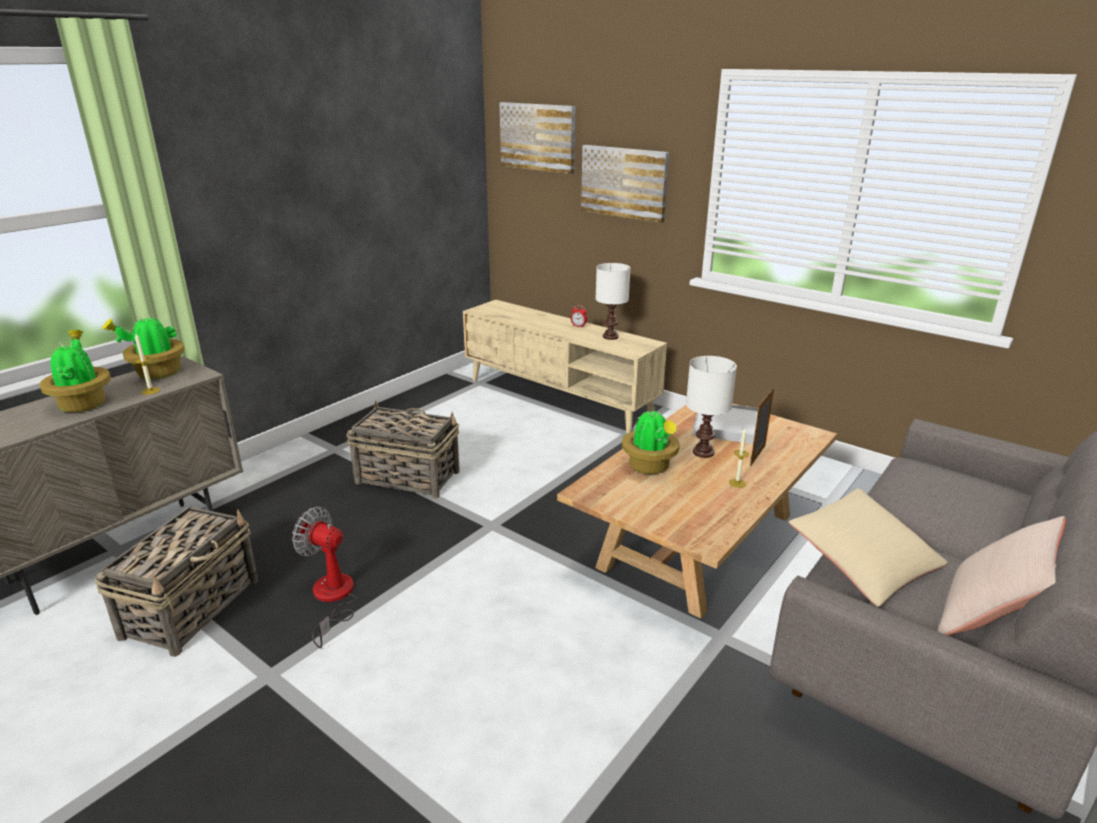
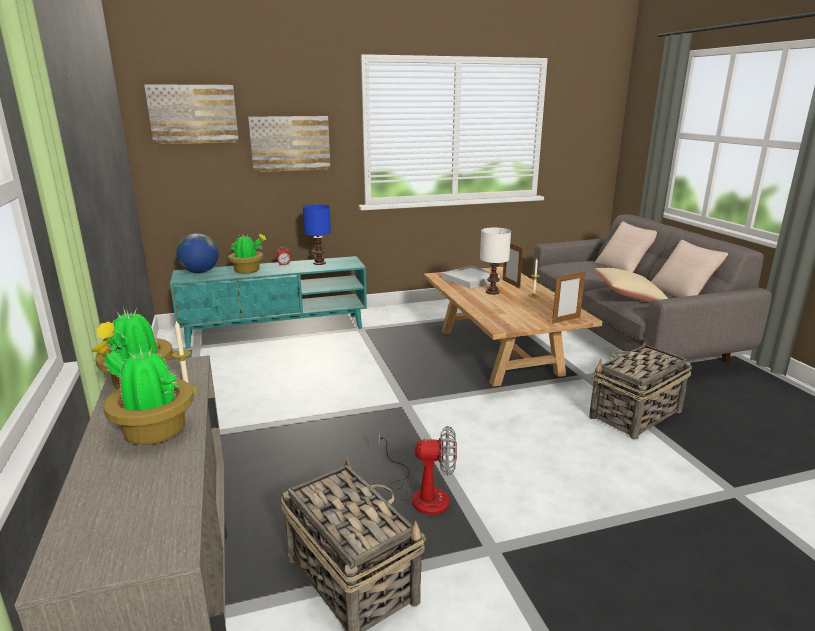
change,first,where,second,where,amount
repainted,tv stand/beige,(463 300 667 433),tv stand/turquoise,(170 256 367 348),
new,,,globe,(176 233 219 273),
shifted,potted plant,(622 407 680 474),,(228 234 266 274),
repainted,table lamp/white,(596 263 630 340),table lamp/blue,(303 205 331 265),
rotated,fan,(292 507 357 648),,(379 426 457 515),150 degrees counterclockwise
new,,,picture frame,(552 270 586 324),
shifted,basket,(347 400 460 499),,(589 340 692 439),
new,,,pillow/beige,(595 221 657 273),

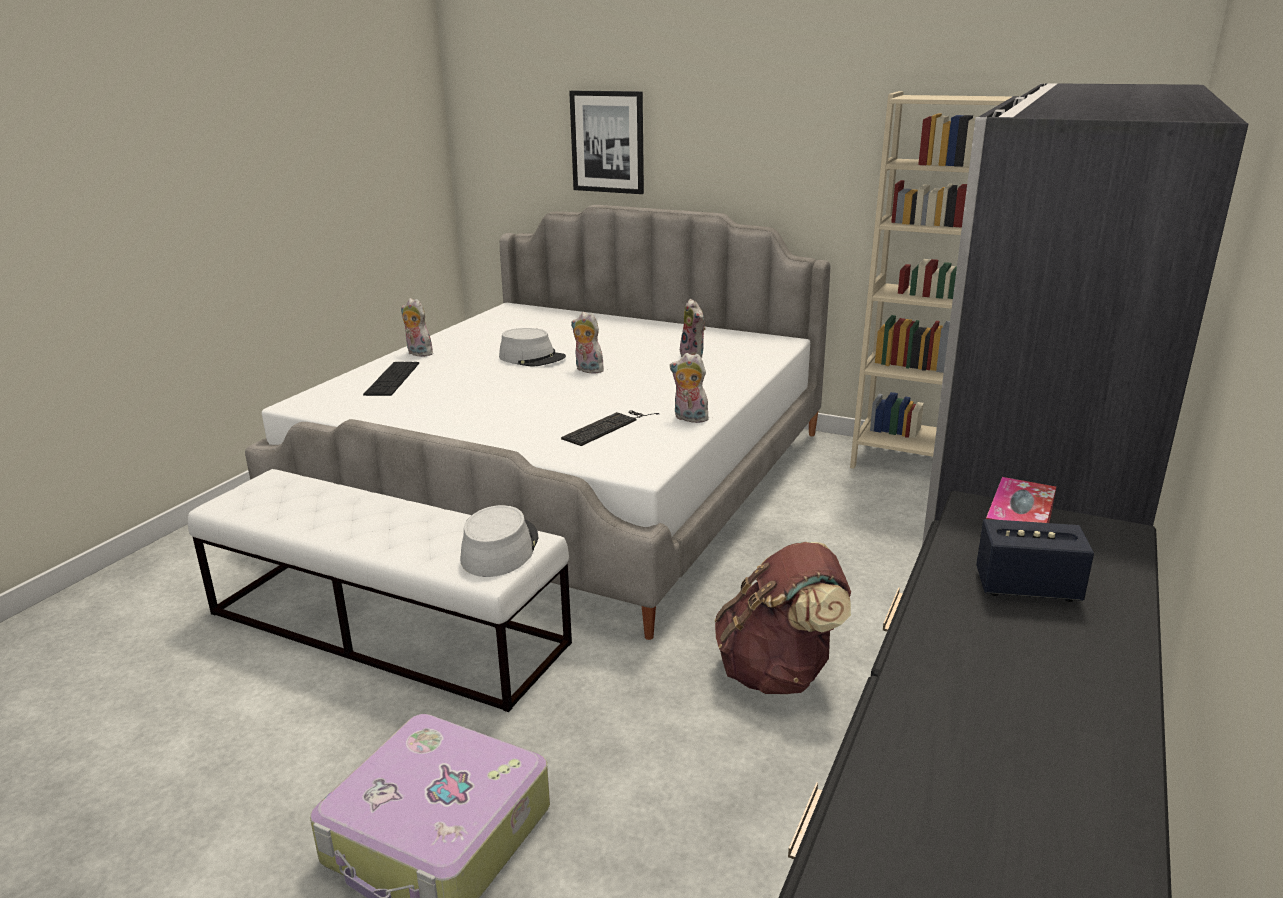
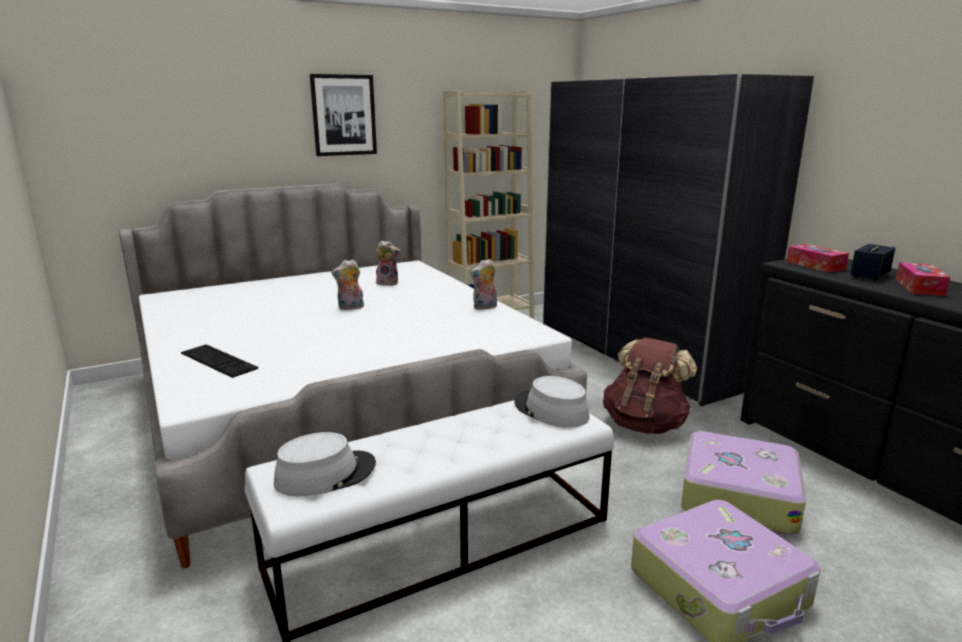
change,first,where,second,where,amount
shifted,hat/grey,(499 328 566 367),,(274 432 376 496),
shifted,picture,(569 90 644 194),,(310 74 377 156),
new,,,suitcase,(681 431 806 535),
new,,,tissue box,(896 262 951 296),
gone,plush toy,(401 298 433 357),,,
gone,keyboard,(561 411 660 446),,,

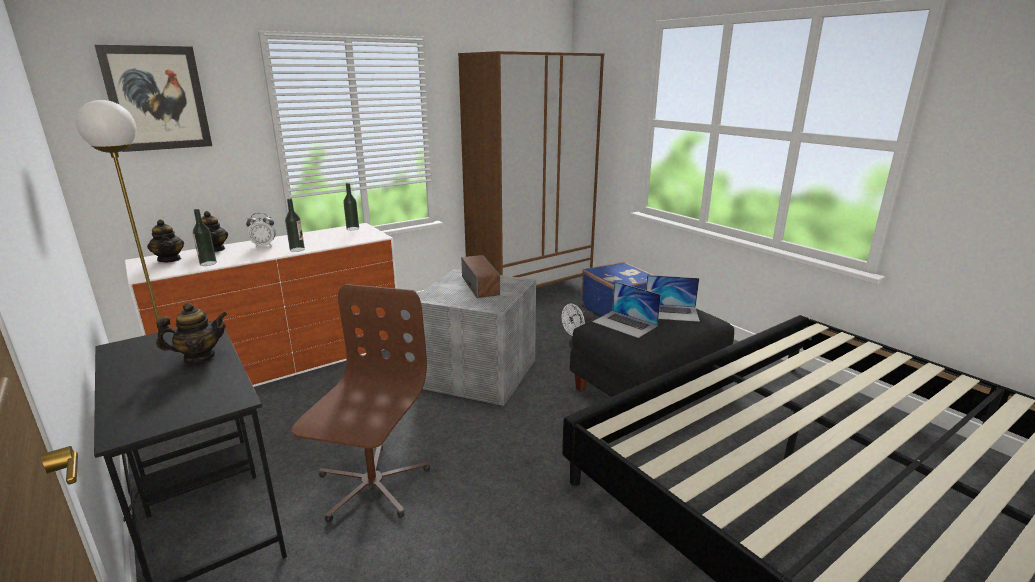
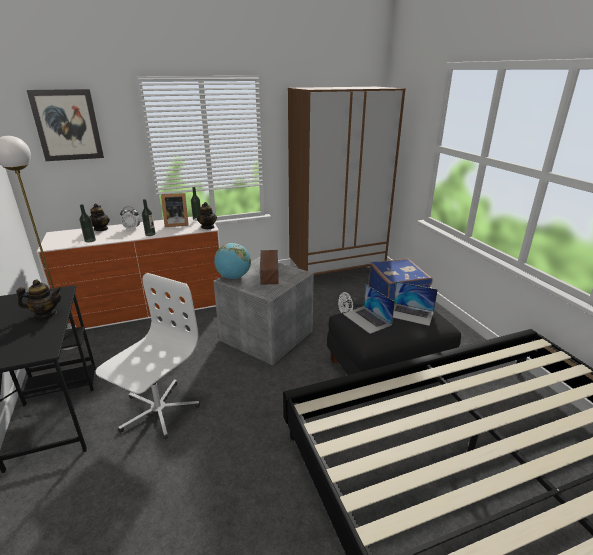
change,first,where,second,where,amount
repainted,office chair/brown,(292 284 430 523),office chair/white,(95 273 200 439),
new,,,picture frame,(161 193 189 227),
shifted,teapot,(147 219 184 262),,(197 202 217 229),
new,,,globe,(214 243 251 279),

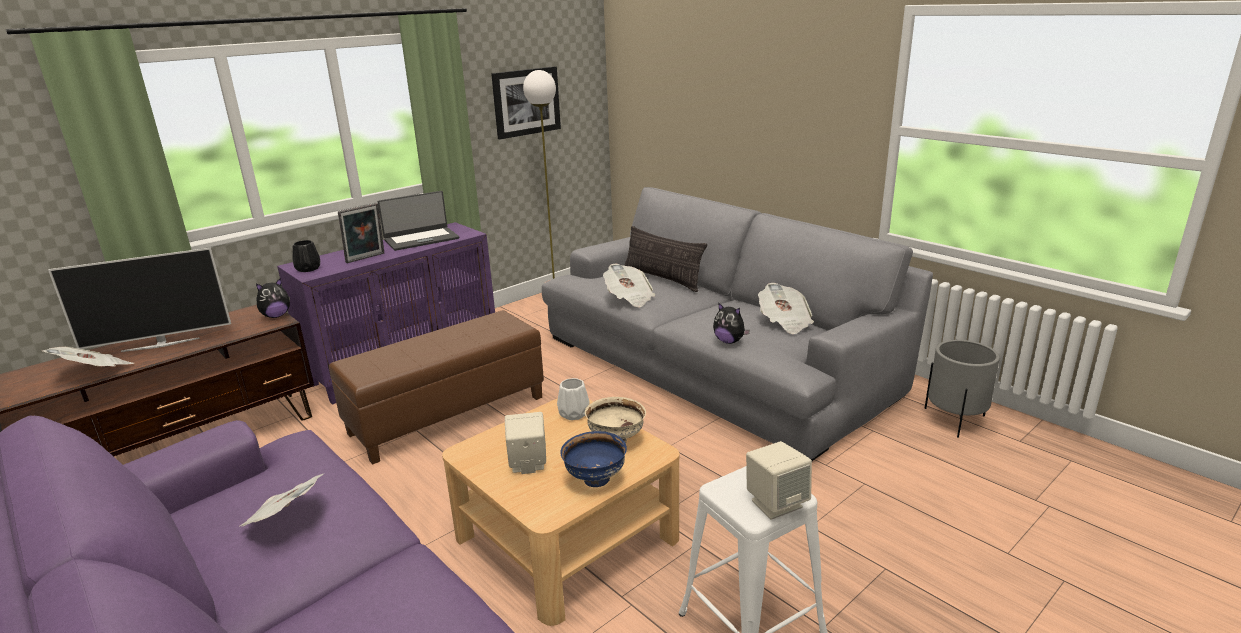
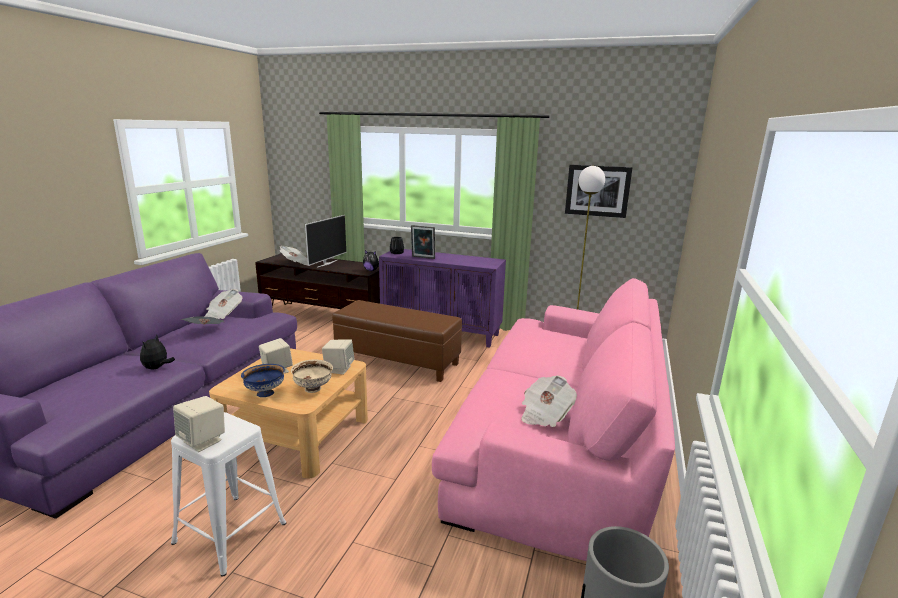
change,first,where,second,where,amount
shifted,plush toy,(713 302 750 344),,(140 334 175 370),
shifted,newspaper,(603 264 655 307),,(204 289 243 319),
rotated,television,(48 248 231 352),,(305 215 346 268),105 degrees counterclockwise
swapped,vase/white,(557 378 589 420),speaker/beige,(322 339 354 375),
repainted,sofa/grey,(542 187 933 461),sofa/pink,(432 278 675 561),
gone,laptop,(378 191 459 251),,,
gone,pillow,(624 226 707 292),,,

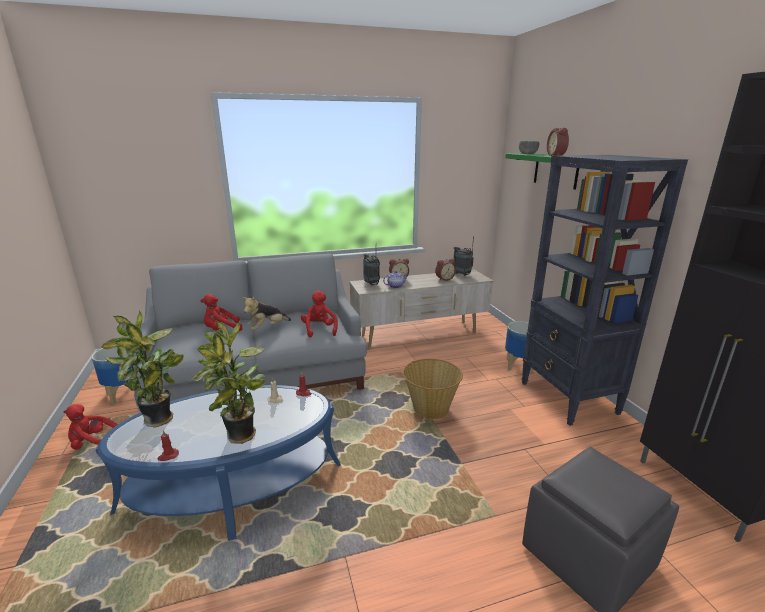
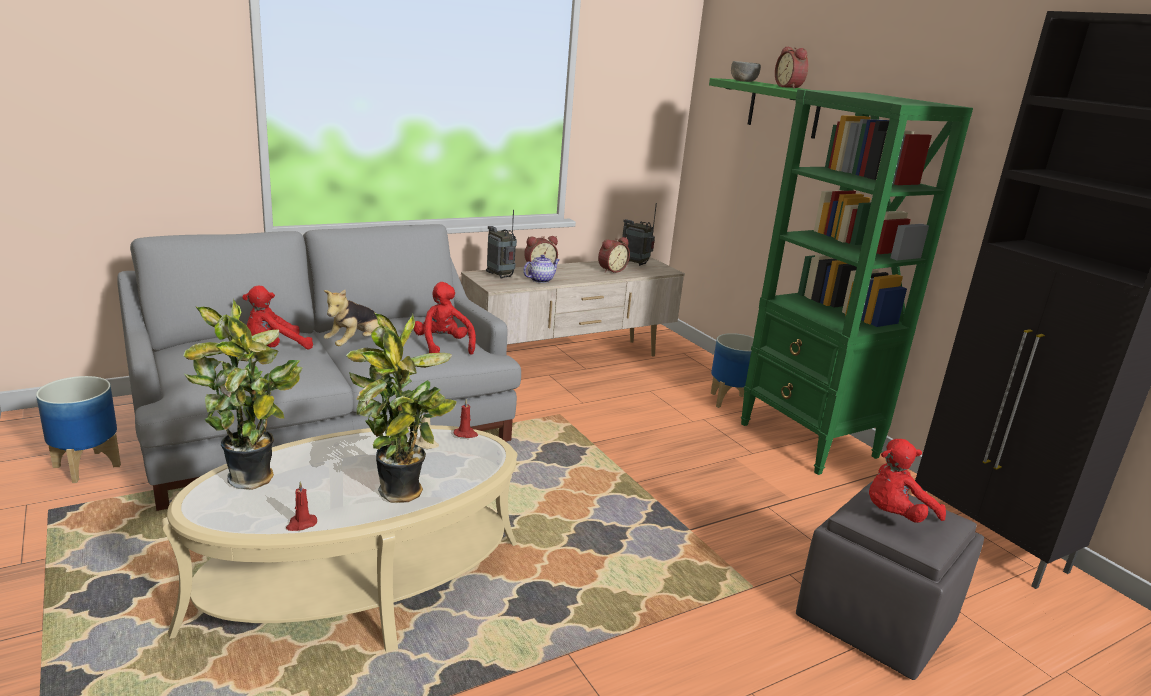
change,first,where,second,where,amount
repainted,coffee table/blue,(96 385 341 541),coffee table/beige,(162 425 518 653),
repainted,bookcase/black,(522 155 688 426),bookcase/green,(741 89 973 475),
shifted,plush toy/red,(64 404 118 450),,(869 439 946 523),
gone,basket,(403 358 463 419),,,

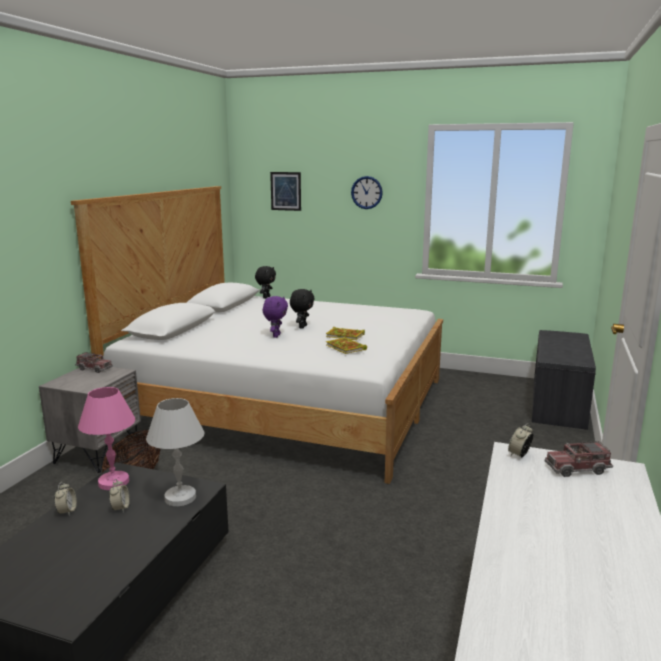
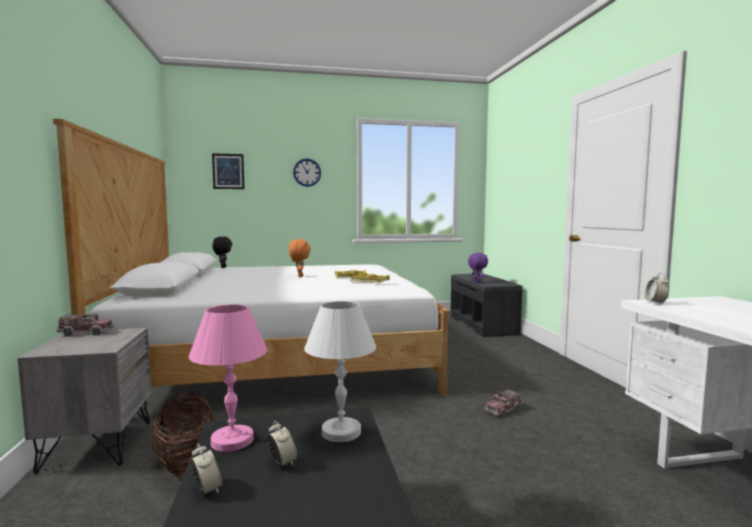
change,first,where,second,where,amount
repainted,plush toy/black,(290 289 315 329),plush toy/orange,(289 239 311 277),
shifted,plush toy/purple,(263 296 288 338),,(468 253 488 282),
shifted,toy truck,(545 441 613 477),,(484 389 523 417),

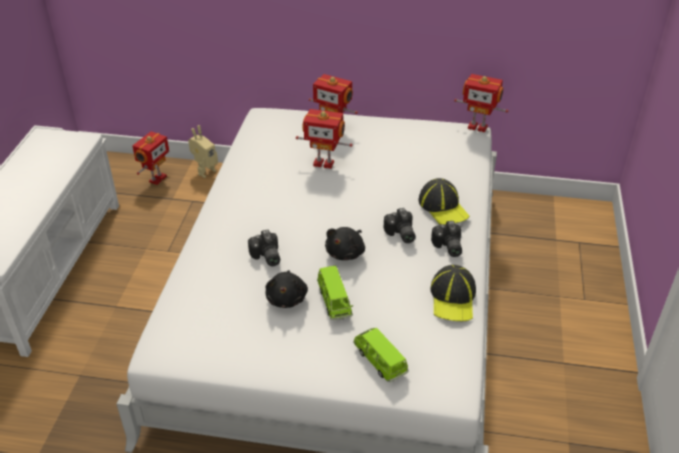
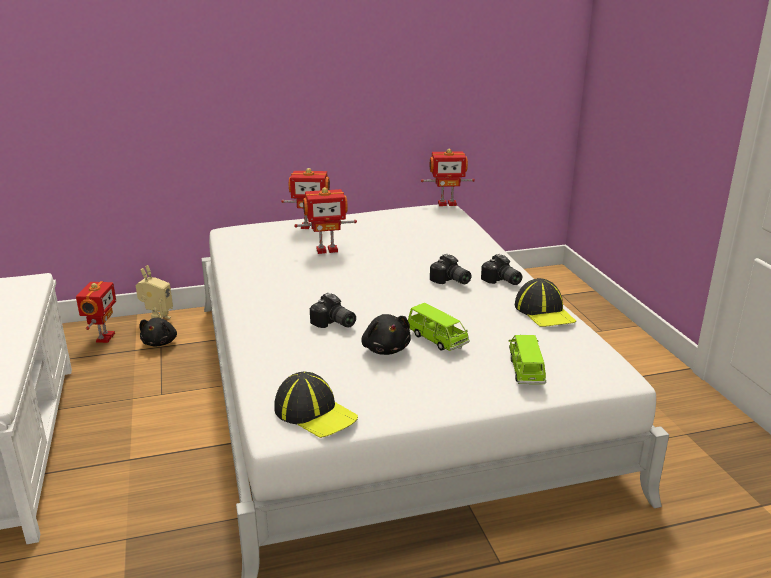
change,first,where,second,where,amount
shifted,plush toy/black,(325 227 365 260),,(139 318 177 346),
shifted,cap,(419 178 469 225),,(274 372 358 438),
rotated,toy car/green,(353 328 409 382),,(509 335 546 384),60 degrees clockwise

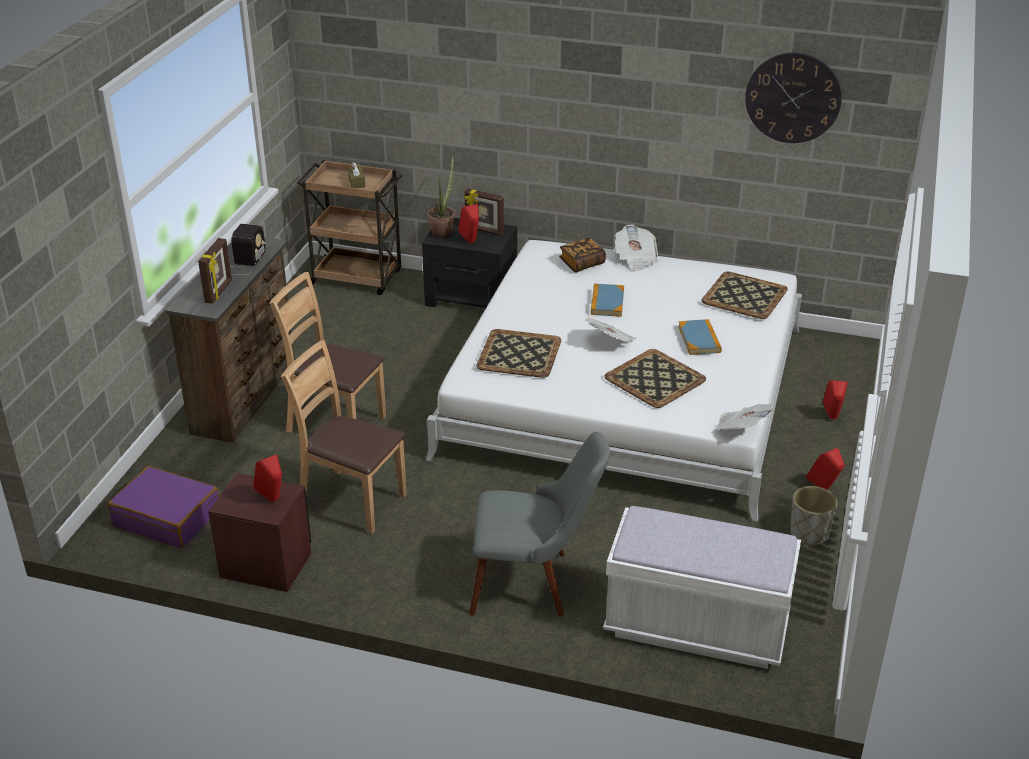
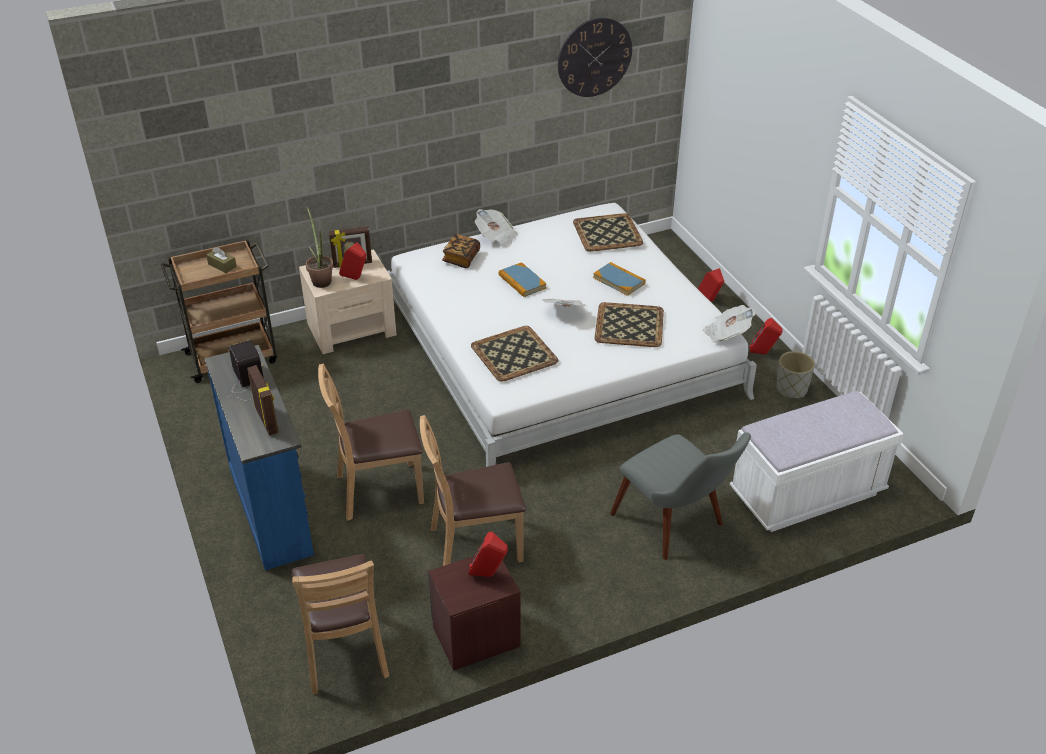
change,first,where,second,where,amount
repainted,dresser/brown,(166 237 295 443),dresser/blue,(204 345 314 570),
swapped,suitcase/purple,(108 466 219 548),chair/brown,(292 554 389 694),
repainted,nightstand/black,(422 218 517 308),nightstand/beige,(299 249 397 354),
rotated,chair/grey,(469 432 610 616),,(610 432 751 560),90 degrees clockwise

